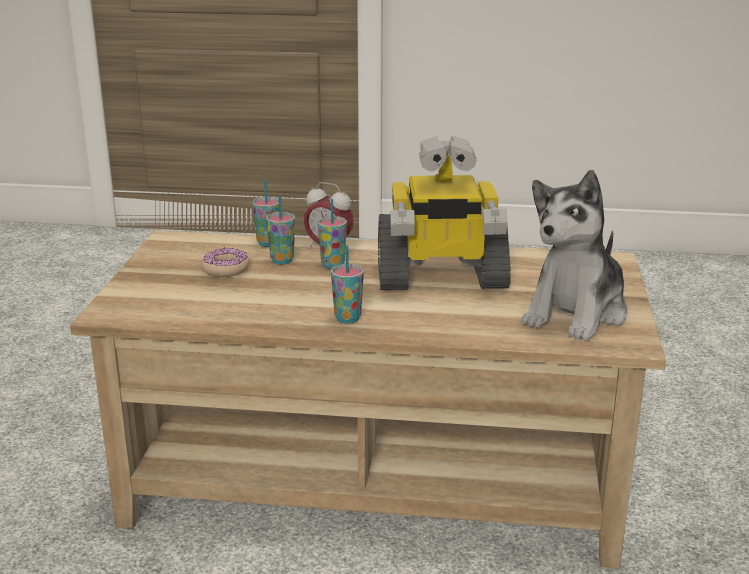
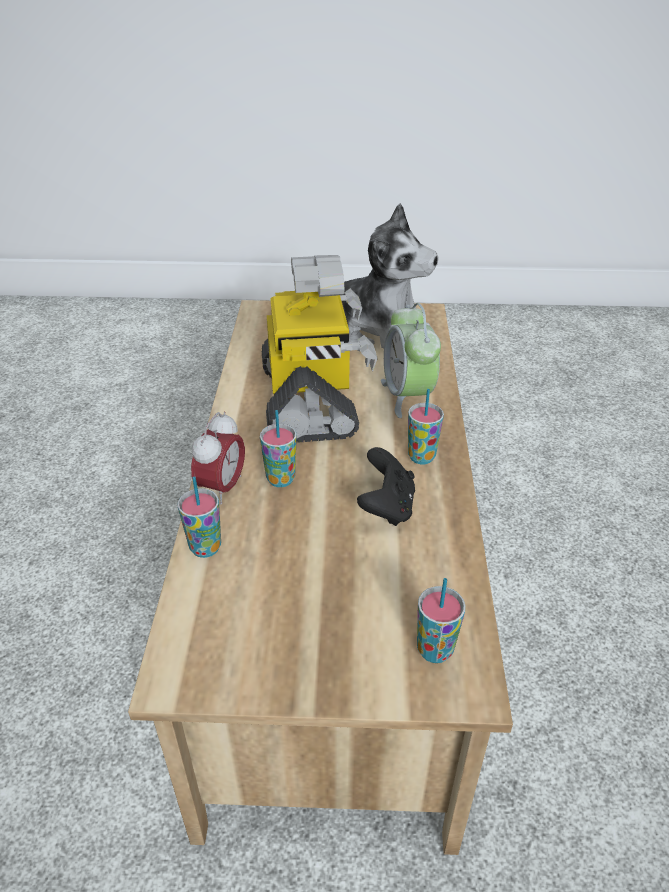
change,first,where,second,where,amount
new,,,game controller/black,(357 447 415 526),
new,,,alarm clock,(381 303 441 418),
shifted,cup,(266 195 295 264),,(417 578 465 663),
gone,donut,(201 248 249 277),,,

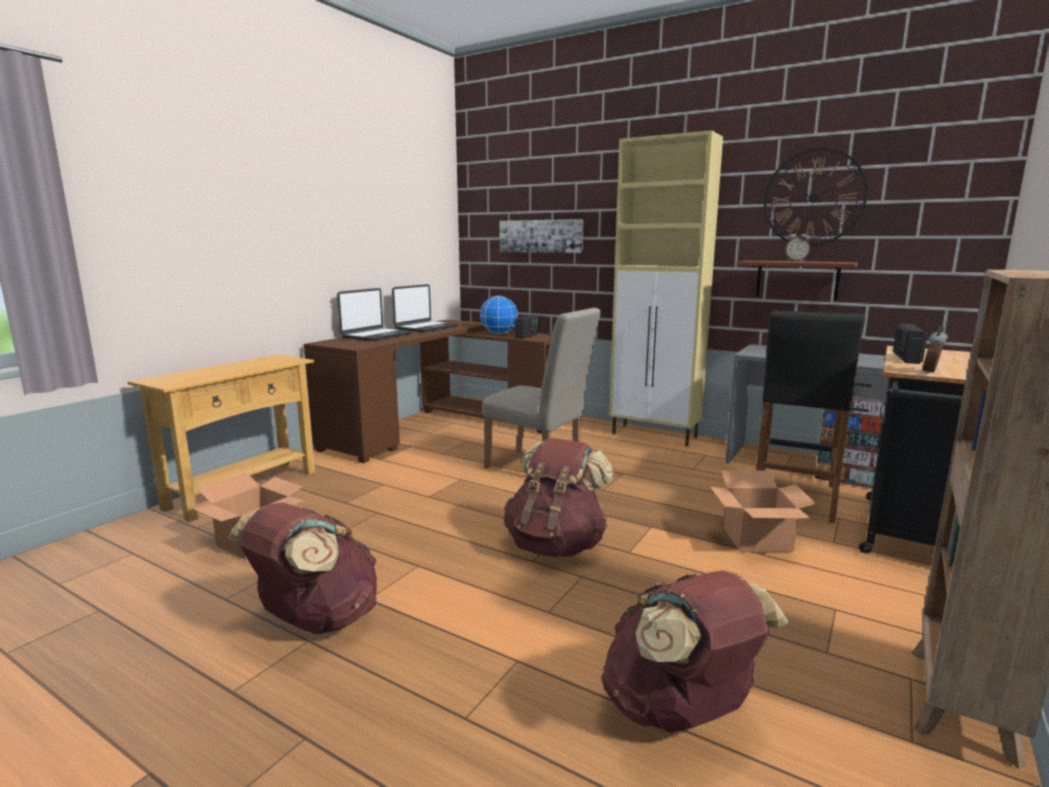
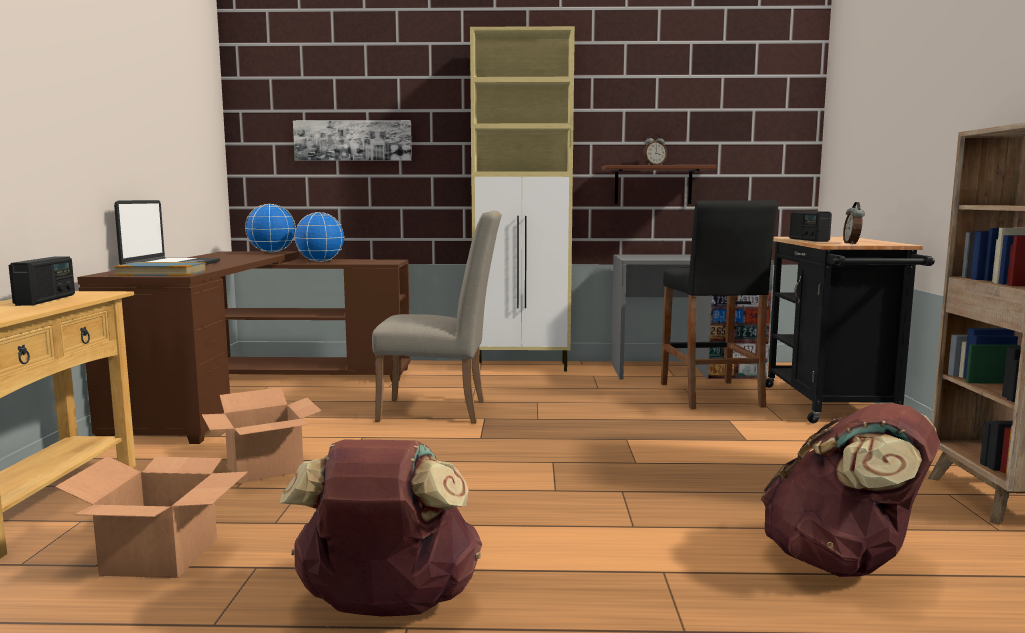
change,first,where,second,where,amount
shifted,radio,(515 315 539 339),,(9 256 75 306),
new,,,book,(114 262 206 276),
shifted,cardboard box,(710 471 817 552),,(202 387 322 484),
new,,,globe,(245 204 296 252),
gone,laptop,(392 284 459 332),,,
gone,backpack/brown,(504 438 614 558),,,
gone,wall clock,(764 148 868 246),,,

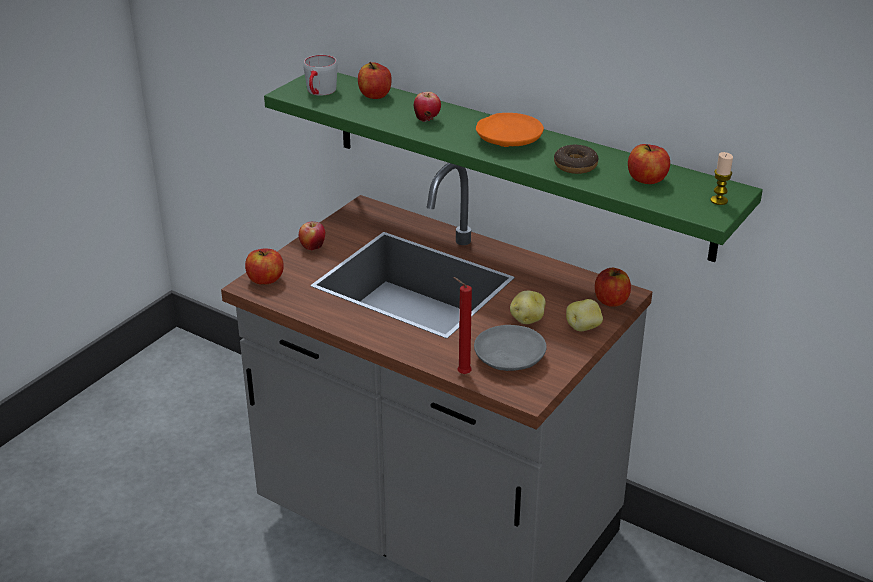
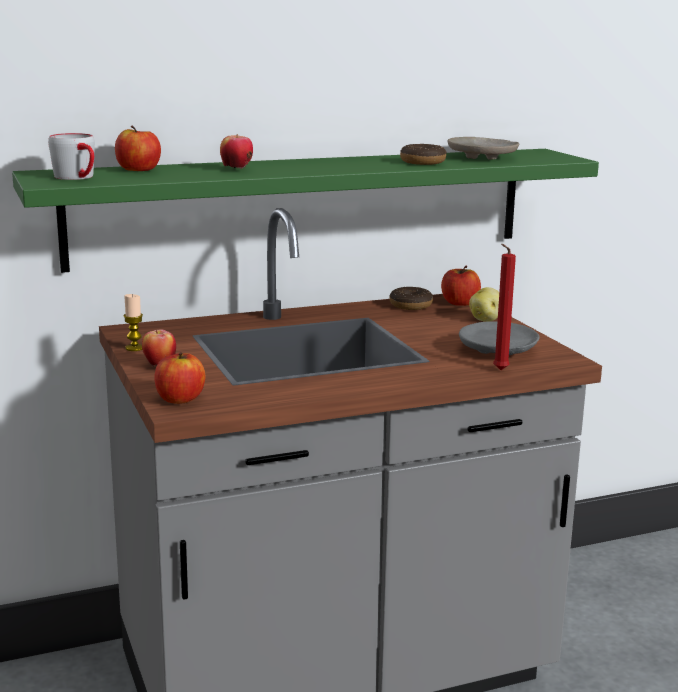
change,first,where,second,where,amount
shifted,candle,(710 152 733 205),,(124 294 143 351),
new,,,donut,(389 287 433 310),
swapped,apple,(628 144 670 184),plate/beige,(447 137 519 160),
gone,plate/orange,(476 113 544 147),,,
gone,potato,(510 291 546 324),,,

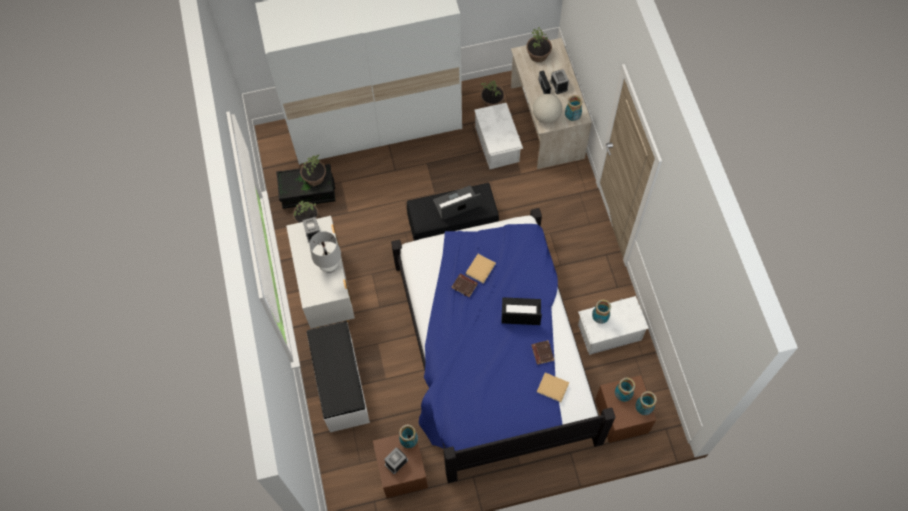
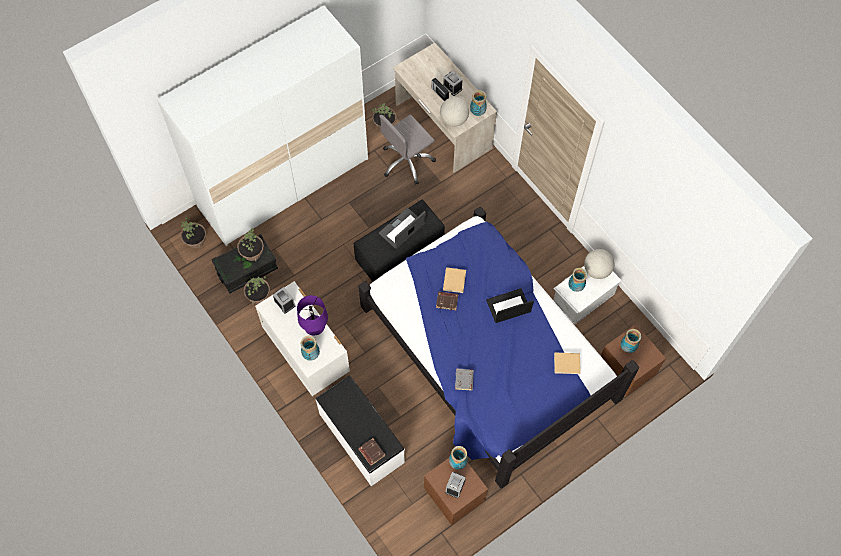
change,first,where,second,where,amount
shifted,potted plant,(527 27 552 63),,(181 217 206 248),
repainted,table lamp/white,(309 231 341 273),table lamp/purple,(297 295 328 335),
shifted,vase,(635 391 657 415),,(301 336 320 361),
shifted,book/brown,(531 340 554 365),,(358 438 385 466),
swapped,storage box/white,(474 103 523 169),office chair/grey,(379 114 436 185),
new,,,book/grey,(455 368 474 390),
new,,,globe,(584 249 614 279),

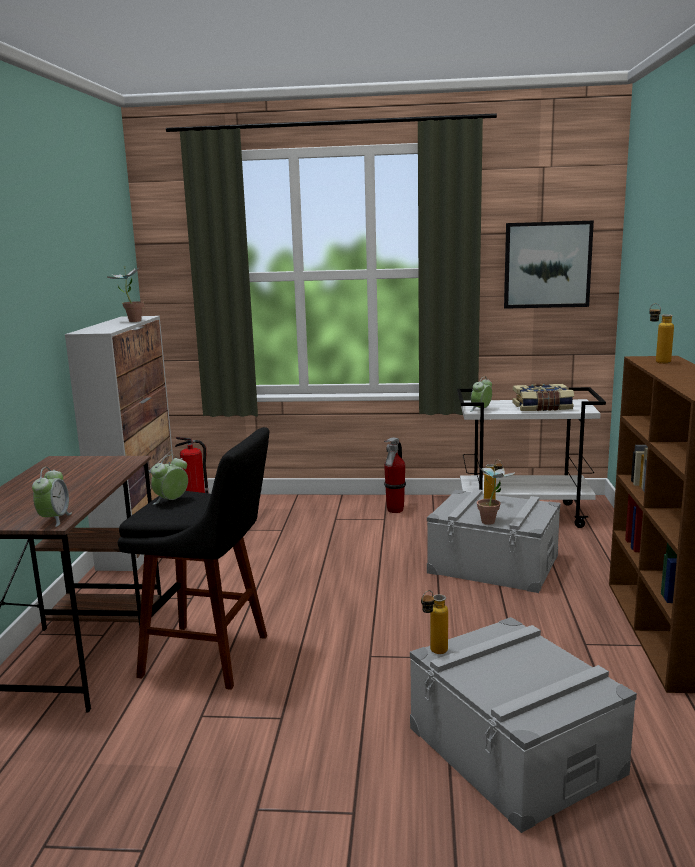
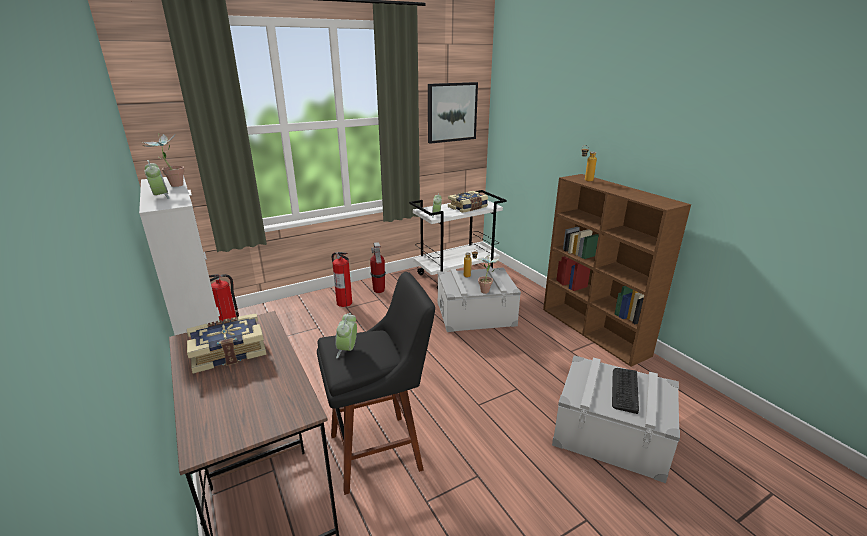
change,first,where,second,where,amount
shifted,alarm clock,(32 467 72 527),,(144 160 170 199),
new,,,book,(187 313 266 373),
new,,,fire extinguisher,(331 252 352 307),
new,,,keyboard,(612 368 639 414),
gone,bottle,(421 590 448 654),,,

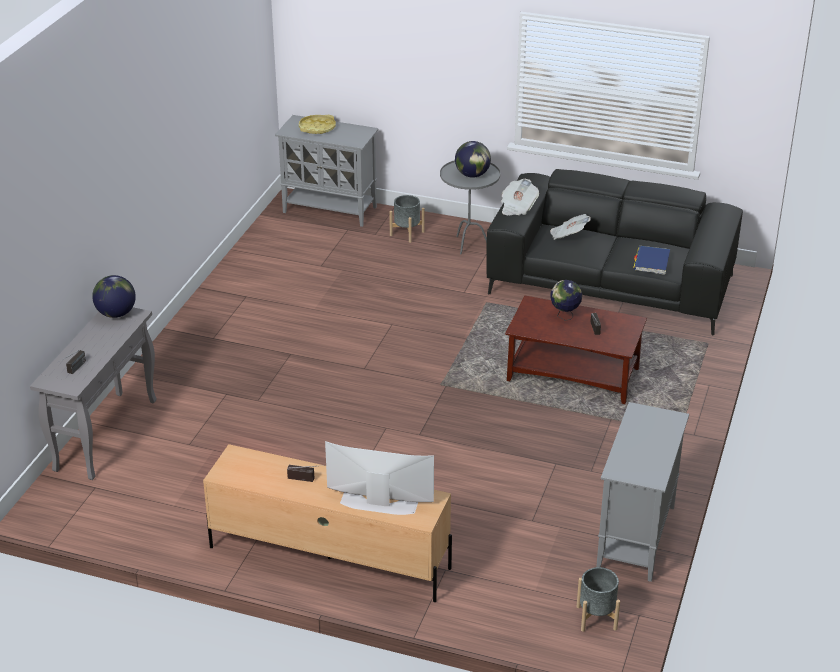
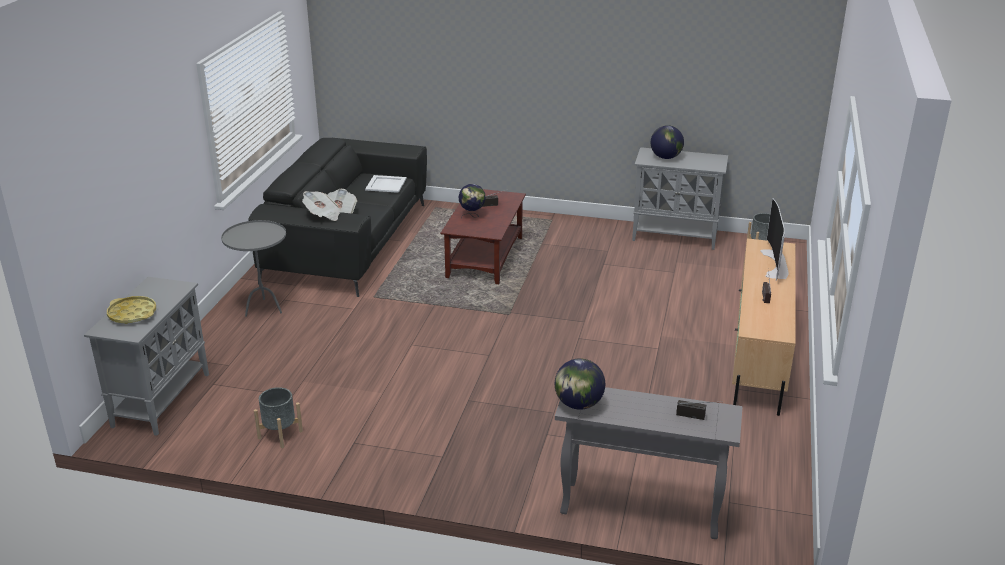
change,first,where,second,where,amount
shifted,planter/grey,(389 195 425 243),,(254 387 303 448),
swapped,book/blue,(633 246 671 275),tray/white,(365 175 407 193),
shifted,globe,(455 141 491 177),,(651 125 684 159),

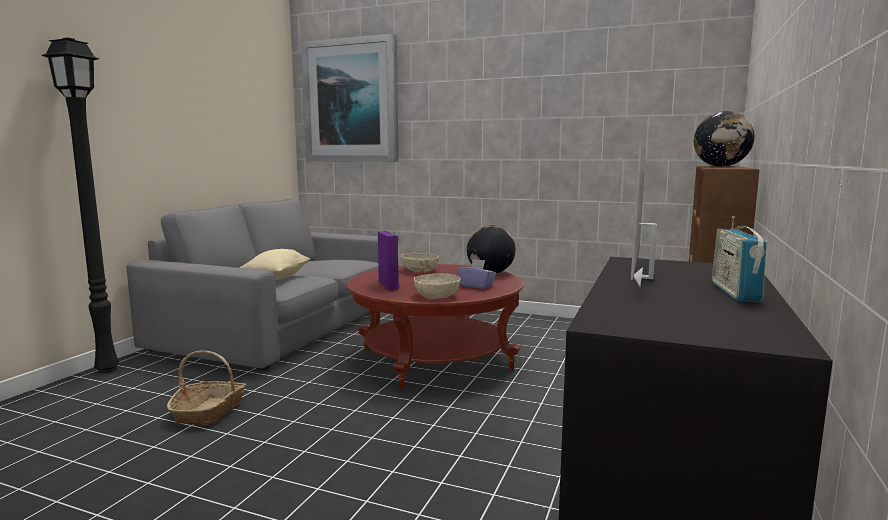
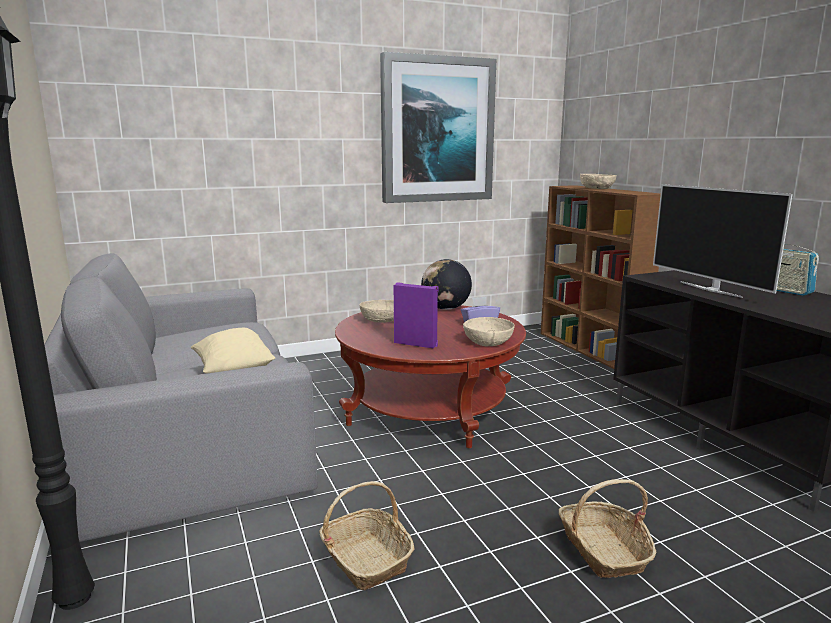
change,first,where,second,where,amount
shifted,picture,(301 34 399 162),,(380 52 496 203),
new,,,basket,(559 479 656 578),
swapped,globe,(694 111 754 167),bowl/beige,(580 174 616 189),

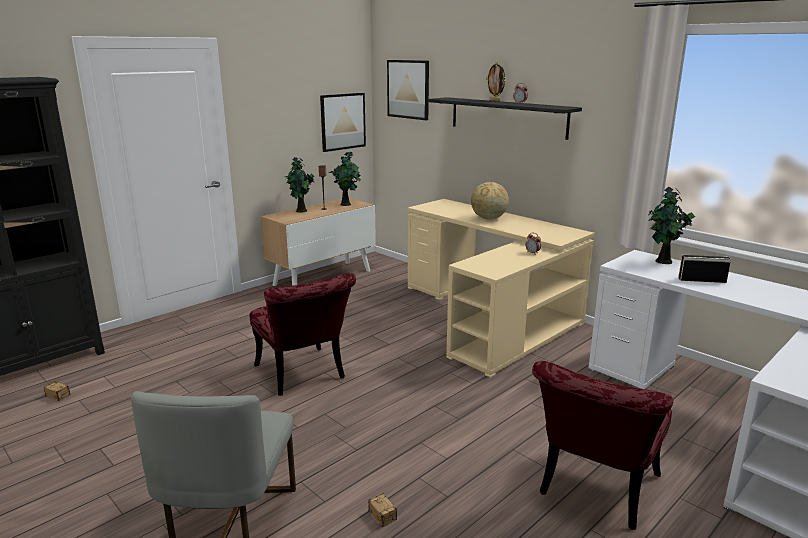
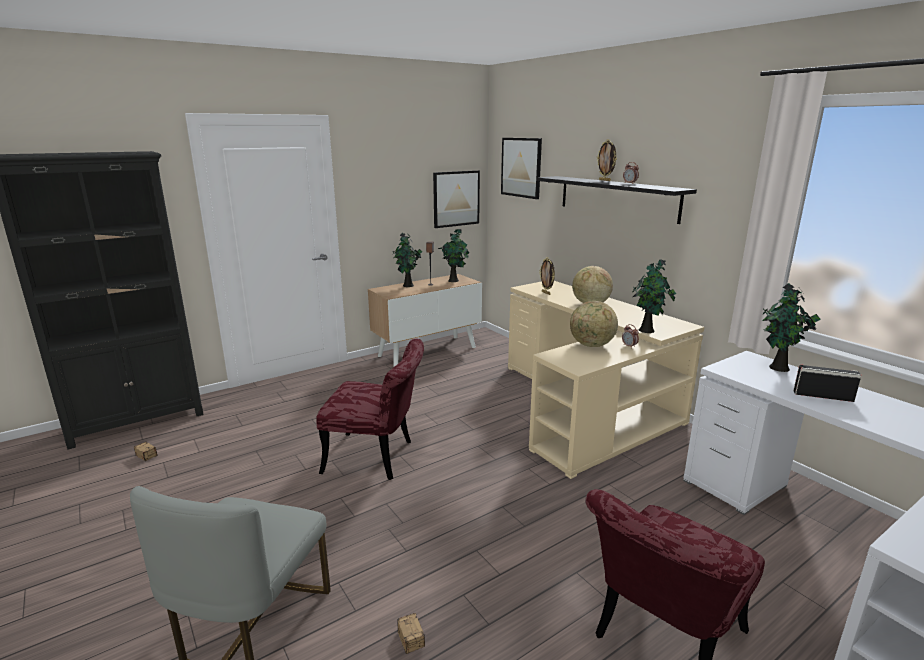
change,first,where,second,where,amount
rotated,chair/red,(249 273 356 396),,(316 338 424 480),60 degrees counterclockwise
new,,,picture frame,(540 258 555 295),
new,,,globe,(570 301 618 347),
new,,,potted plant,(633 259 676 333),

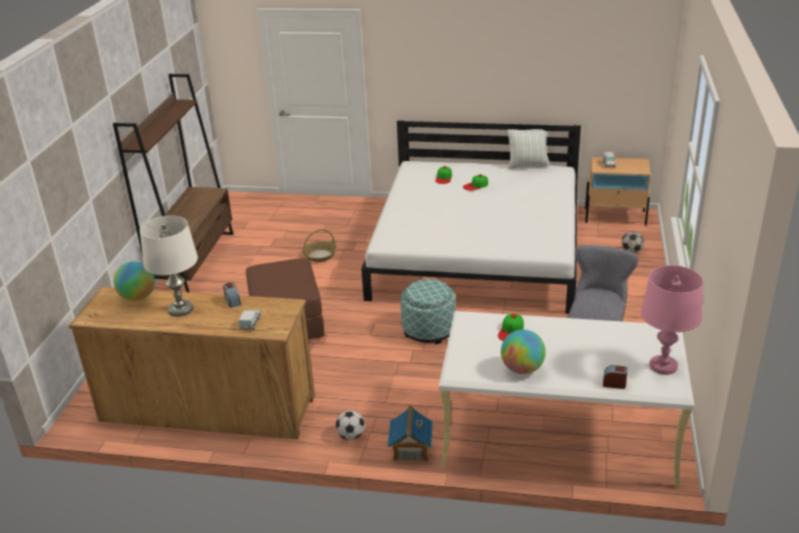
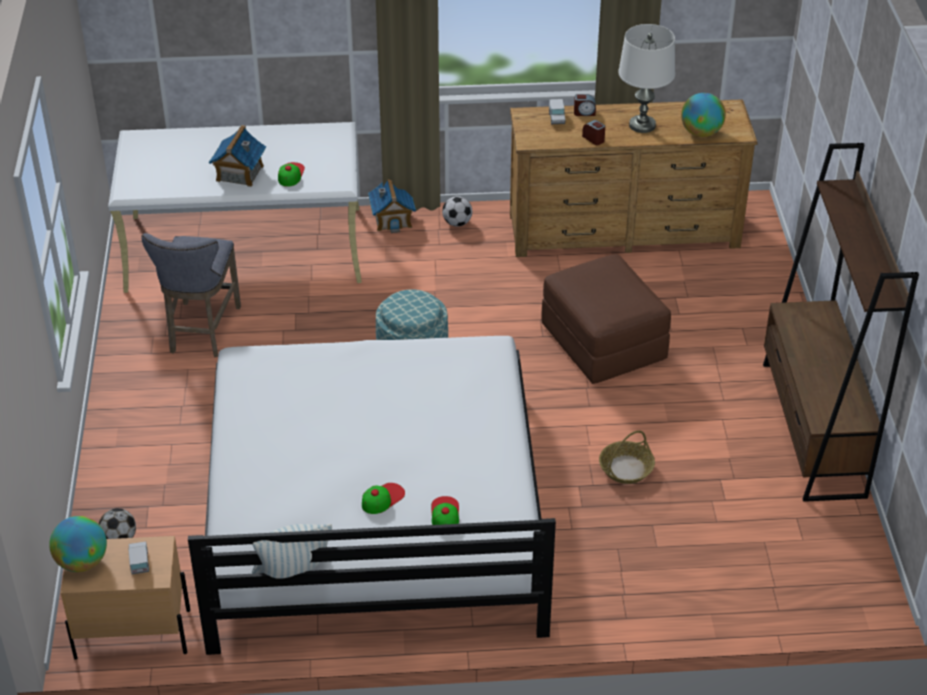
change,first,where,second,where,amount
shifted,globe,(501 330 546 374),,(49 516 107 572),
new,,,toy house,(209 125 266 187),
shifted,alarm clock,(603 365 628 389),,(574 94 596 116),
gone,table lamp/pink,(641 265 703 375),,,

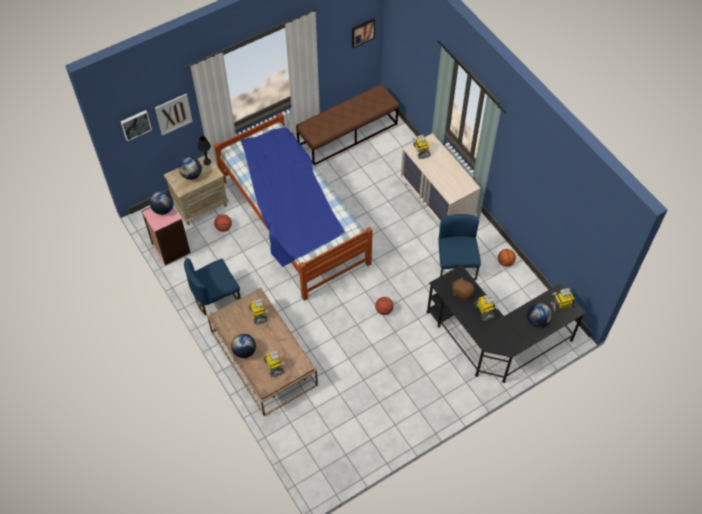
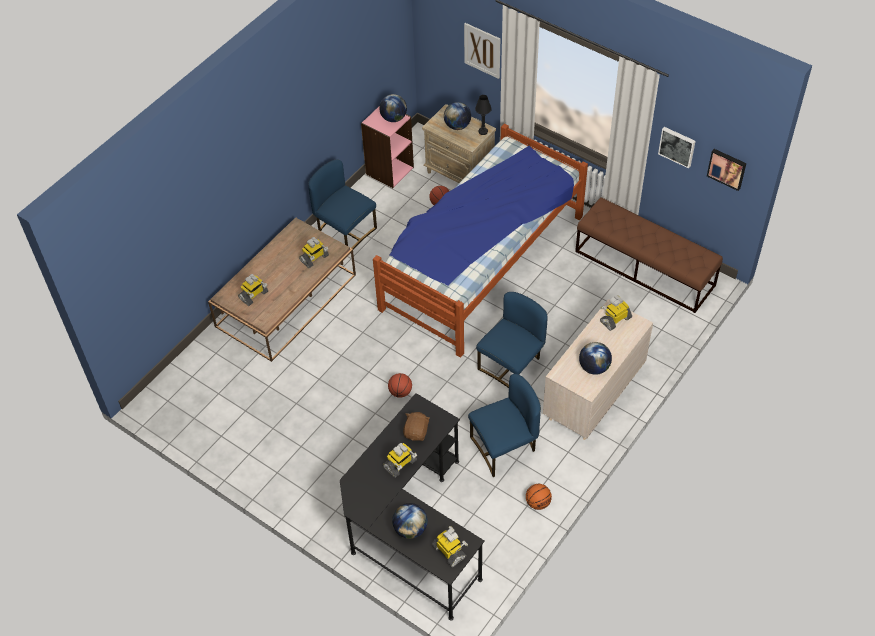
change,first,where,second,where,amount
new,,,chair/blue,(476 292 547 388),
shifted,globe,(231 334 256 358),,(579 342 612 375),
shifted,picture,(120 110 152 141),,(658 127 696 168),

